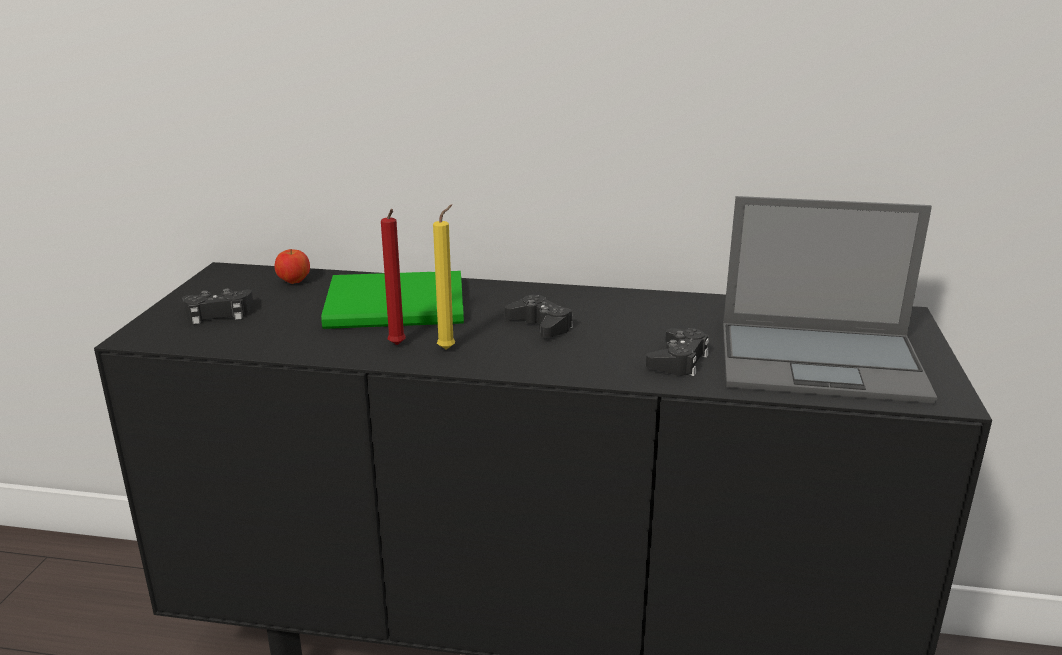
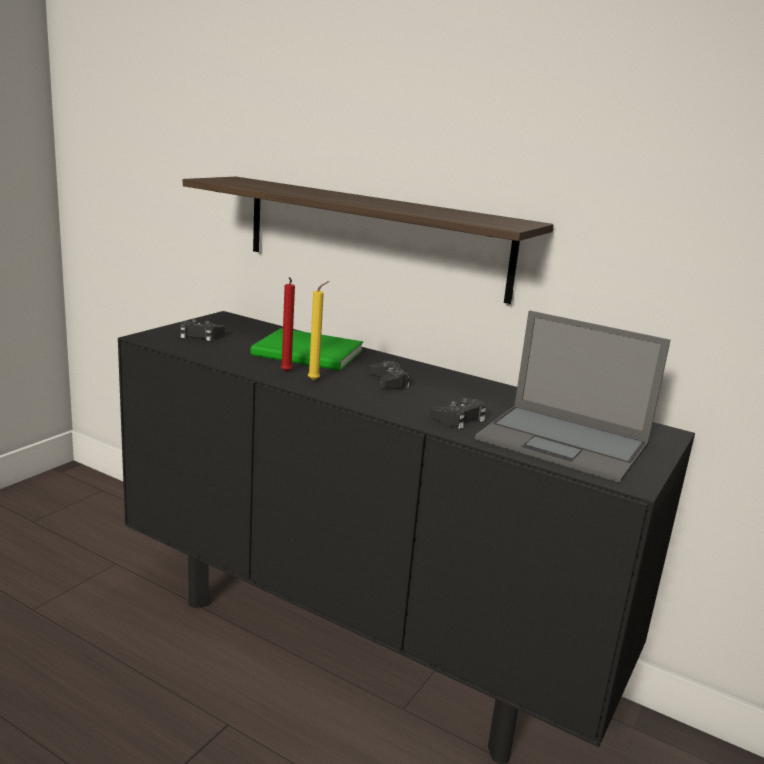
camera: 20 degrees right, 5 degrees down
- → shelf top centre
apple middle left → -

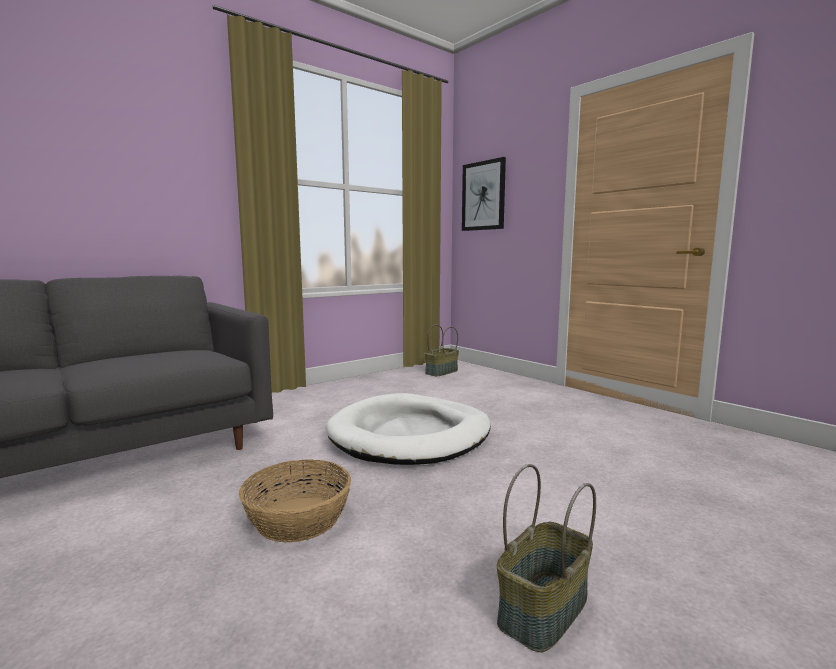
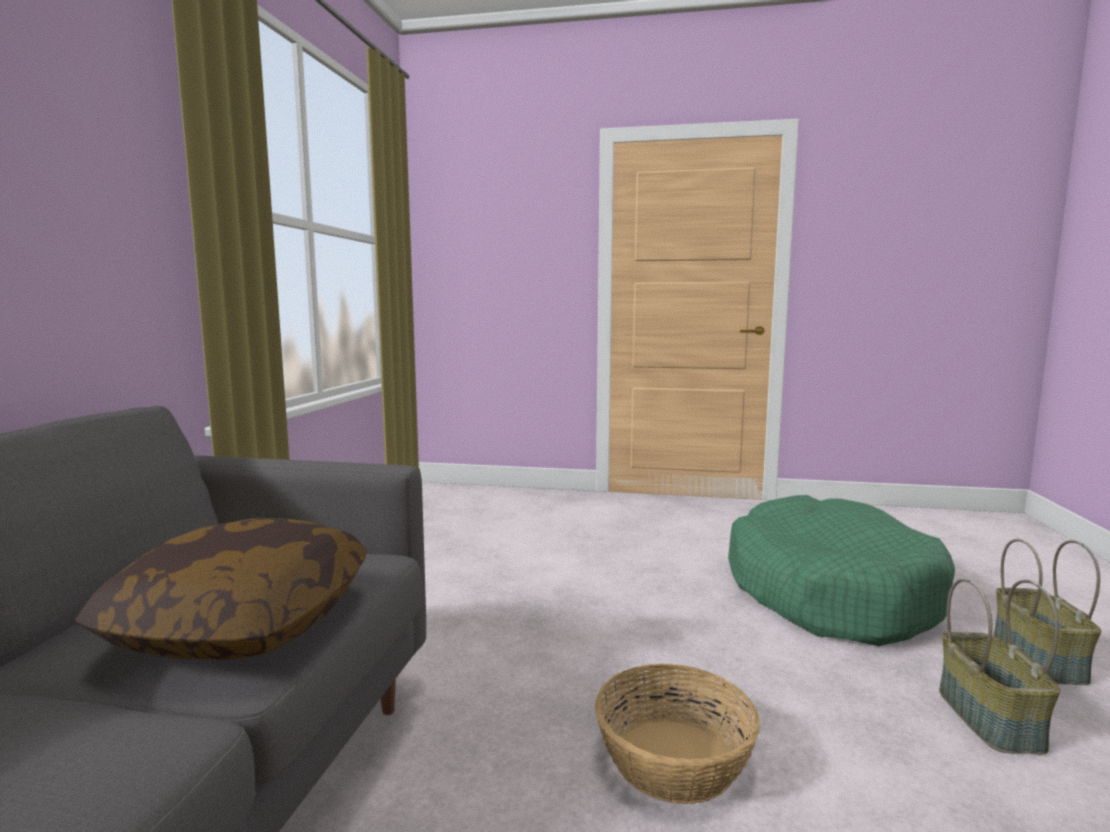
camera: 40 degrees left, 0 degrees up
- → pillow bottom left
- → dog bed in green bottom right
basket (no. 2 from left in the first image) centre → basket (no. 3 from left) bottom right, shifted
dog bed in white centre → -
picture top centre → -

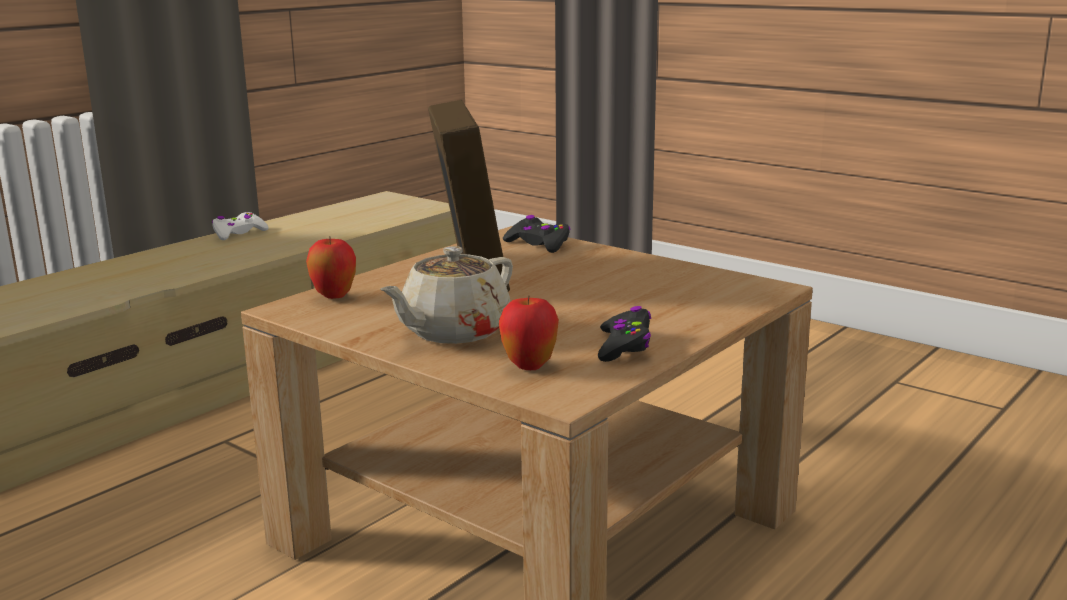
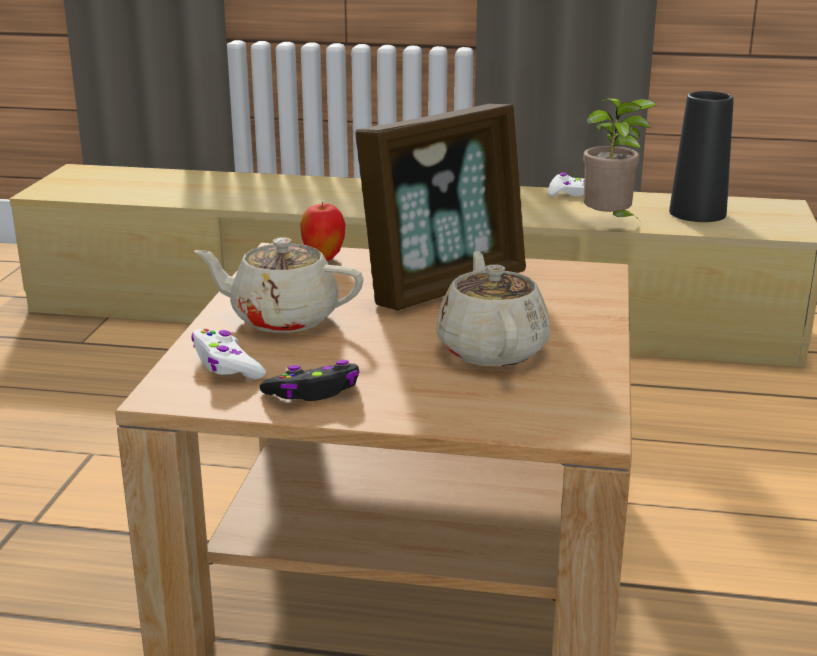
camera: 60 degrees right, 5 degrees up
apple (no. 2 from left) centre → game controller in white (no. 1 from left) middle left
- → teapot in beige (no. 2 from left) centre
- → potted plant top right
- → vase in black top right
game controller in black (no. 1 from left) centre → -

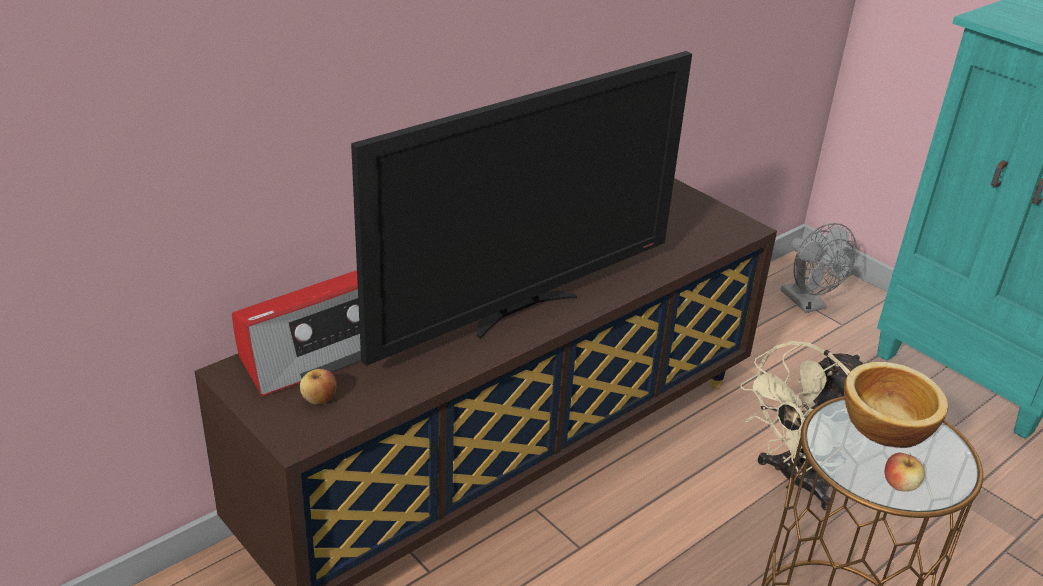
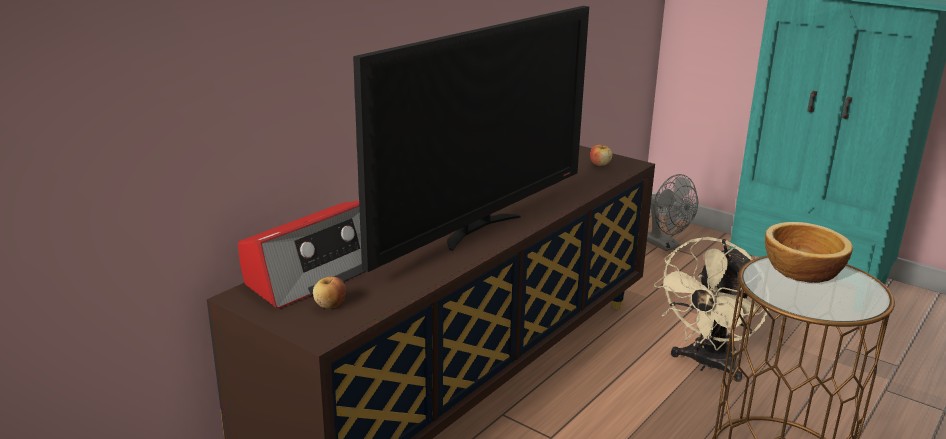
camera: 10 degrees left, 10 degrees down
apple (no. 2 from left) bottom right → apple (no. 2 from left) centre, shifted

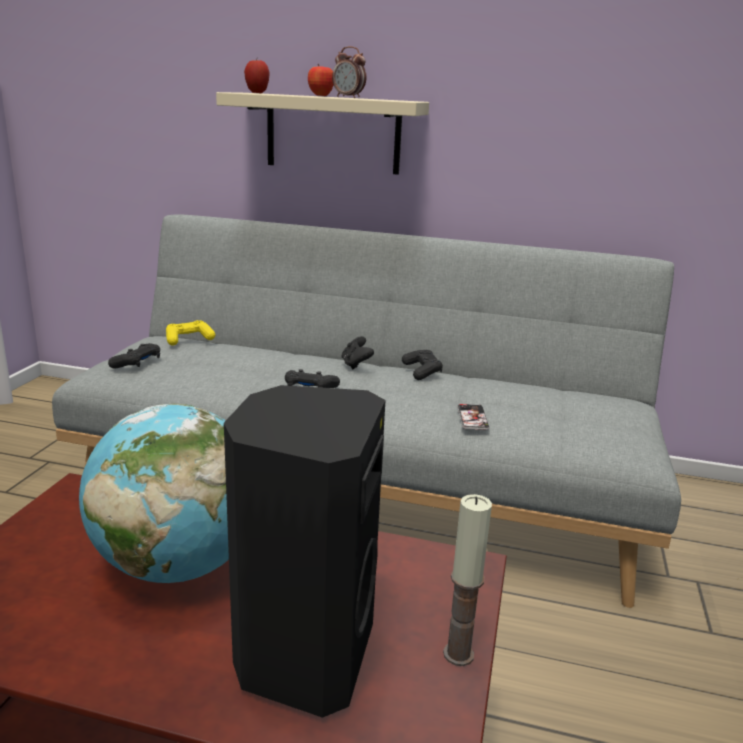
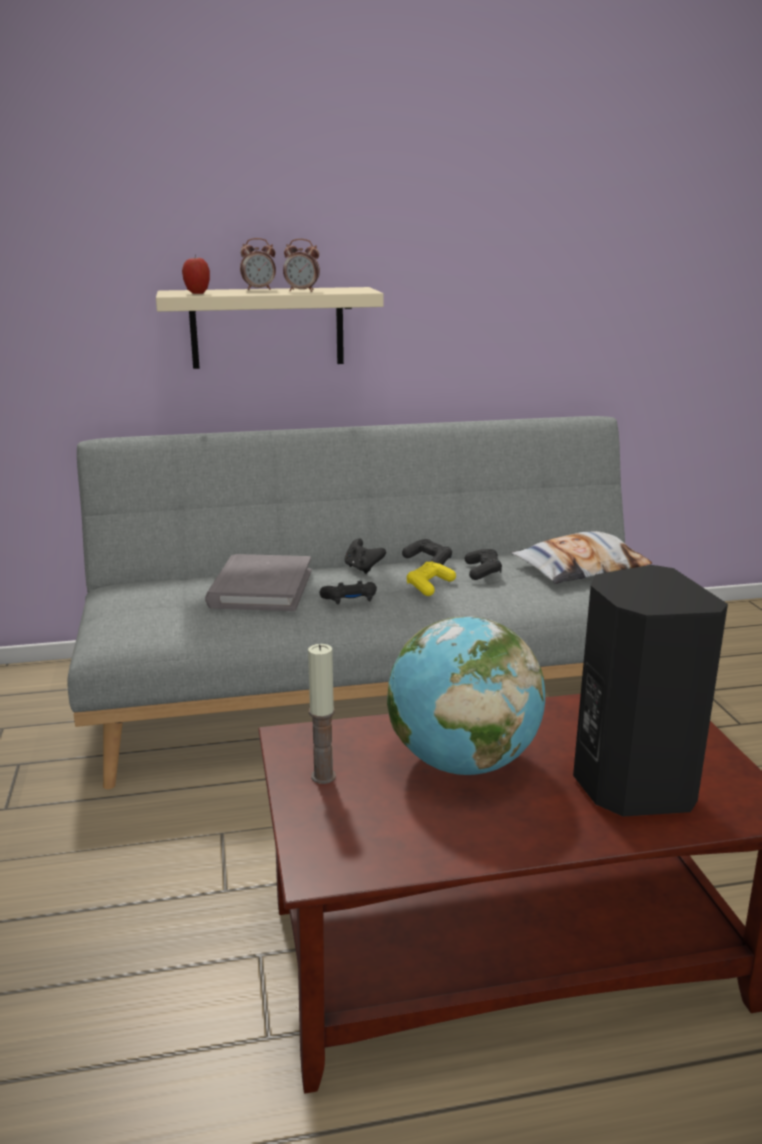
camera: 25 degrees left, 0 degrees up
- → book in grey centre
apple (no. 2 from left) top centre → alarm clock (no. 1 from left) top centre
candle bottom centre → candle centre, shifted
game controller in yellow middle left → game controller in yellow centre, shifted
game controller in black (no. 1 from left in the first image) middle left → game controller in black (no. 4 from left) centre, shifted
- → pillow middle right
phone centre → -

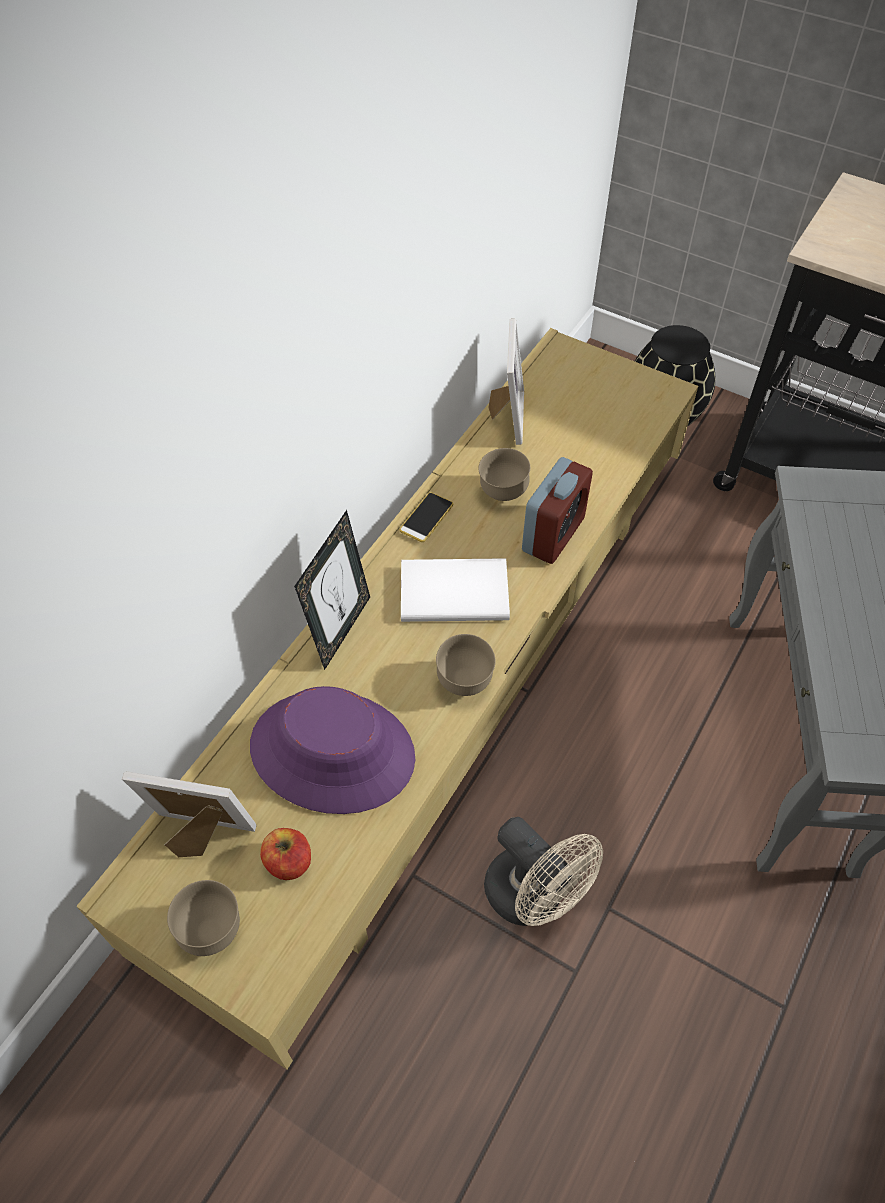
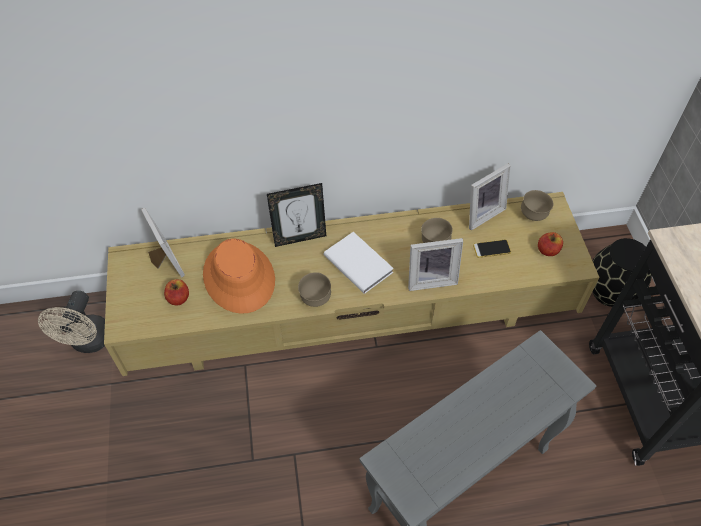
camera: 50 degrees right, 0 degrees up
fan in beige bottom centre → fan in beige middle left, shifted
hat in purple centre → hat in orange centre
alarm clock centre → picture frame (no. 3 from left) centre
phone centre → phone middle right, shifted
bowl in brown (no. 1 from left in the first image) bottom left → bowl in brown (no. 3 from left) middle right, shifted
- → apple (no. 2 from left) middle right

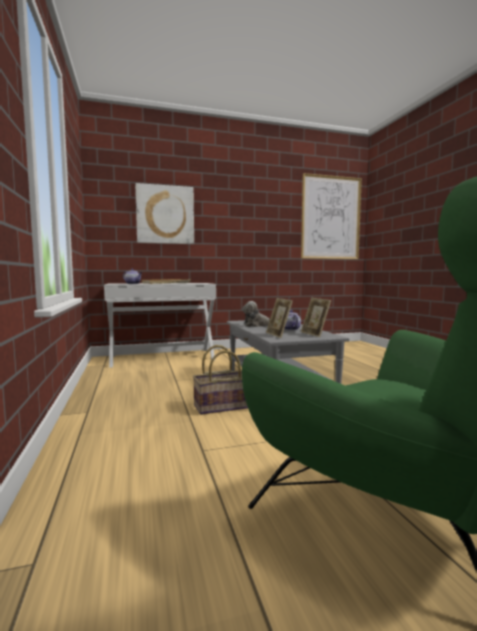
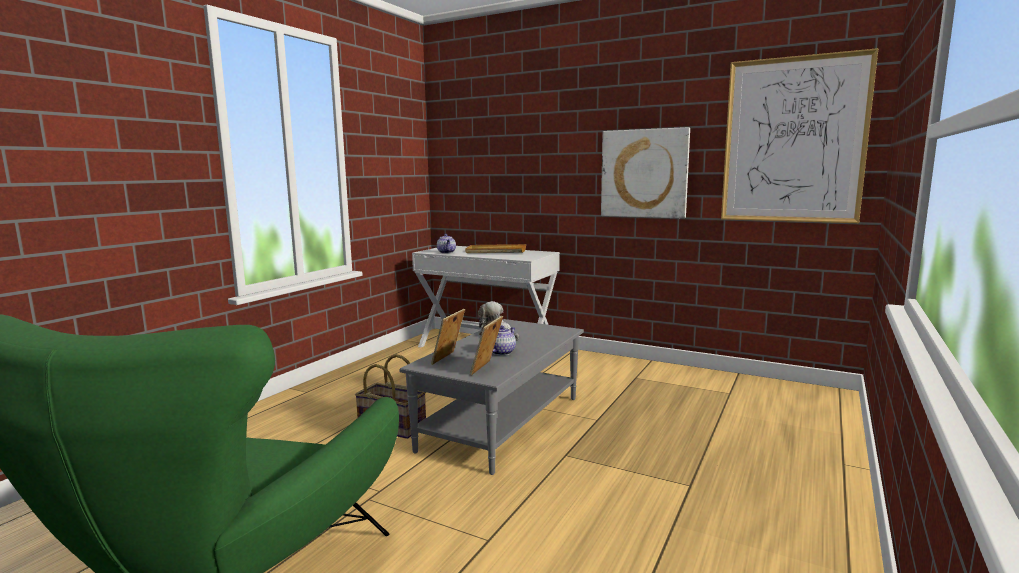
camera: 45 degrees right, 5 degrees up
picture (no. 1 from left) centre → picture (no. 1 from left) top centre, shifted

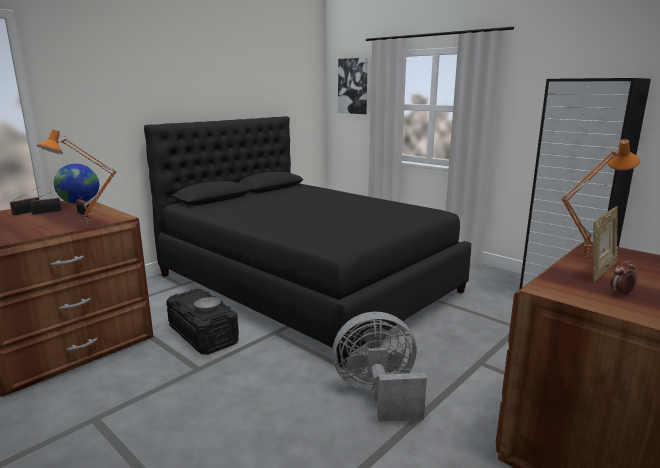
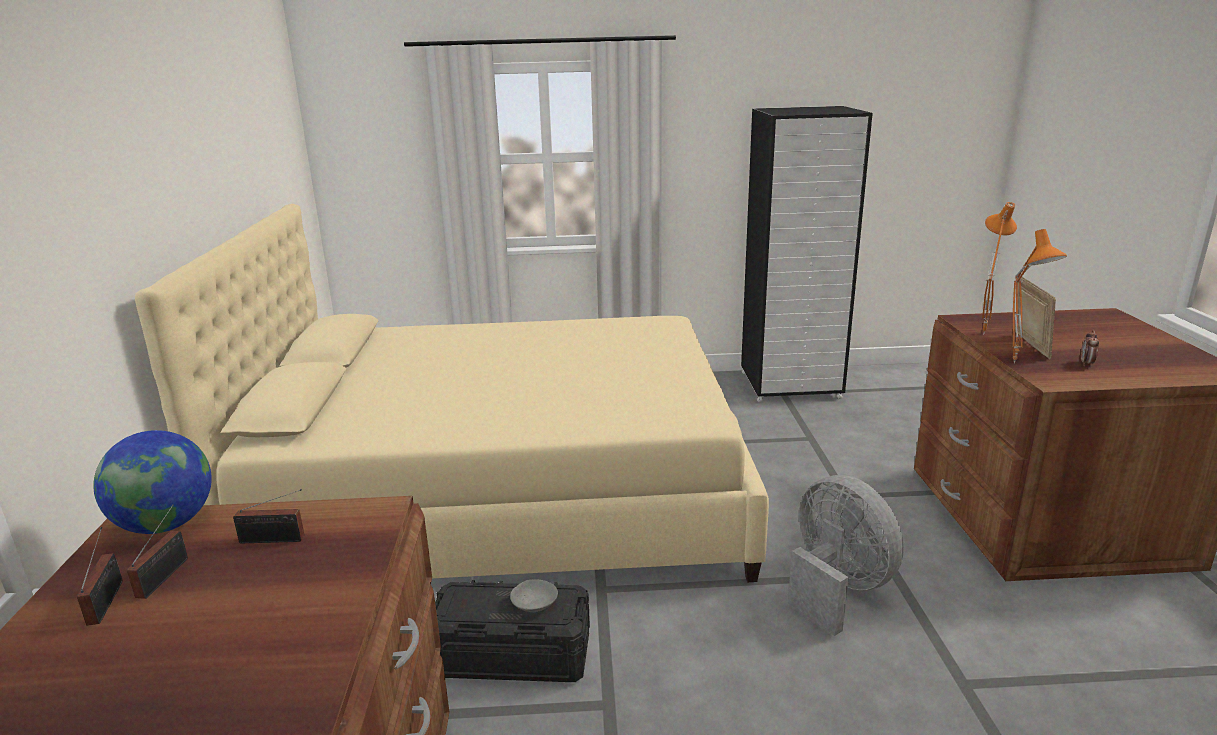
camera: 45 degrees left, 5 degrees up
bed in black centre → bed in beige centre
fan in grey bottom centre → fan in grey bottom right, 105 degrees clockwise
table lamp in orange (no. 1 from left in the first image) middle left → table lamp in orange (no. 2 from left) middle right, shifted
picture top centre → -

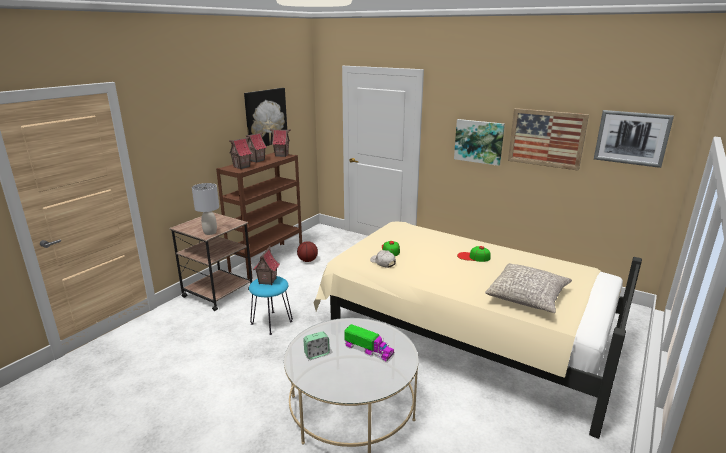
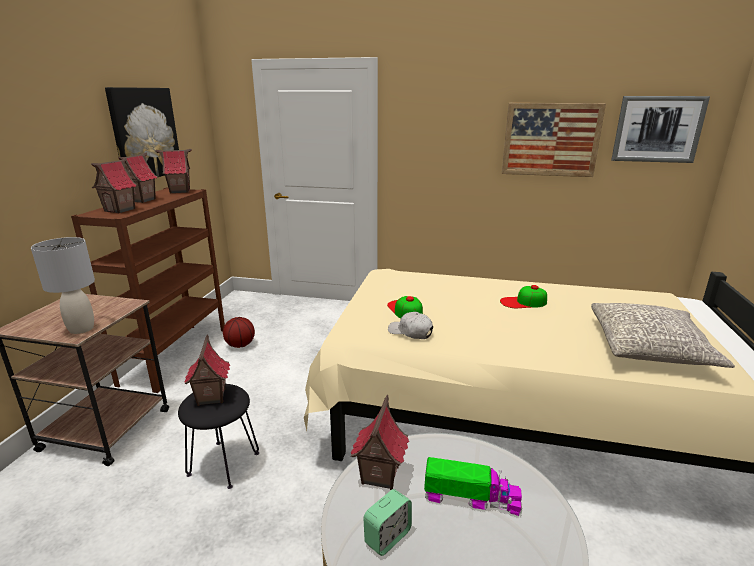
camera: 20 degrees left, 0 degrees up
stool in turquoise bottom centre → stool in black bottom left
- → toy house (no. 5 from left) bottom centre
picture (no. 2 from left) top centre → -

